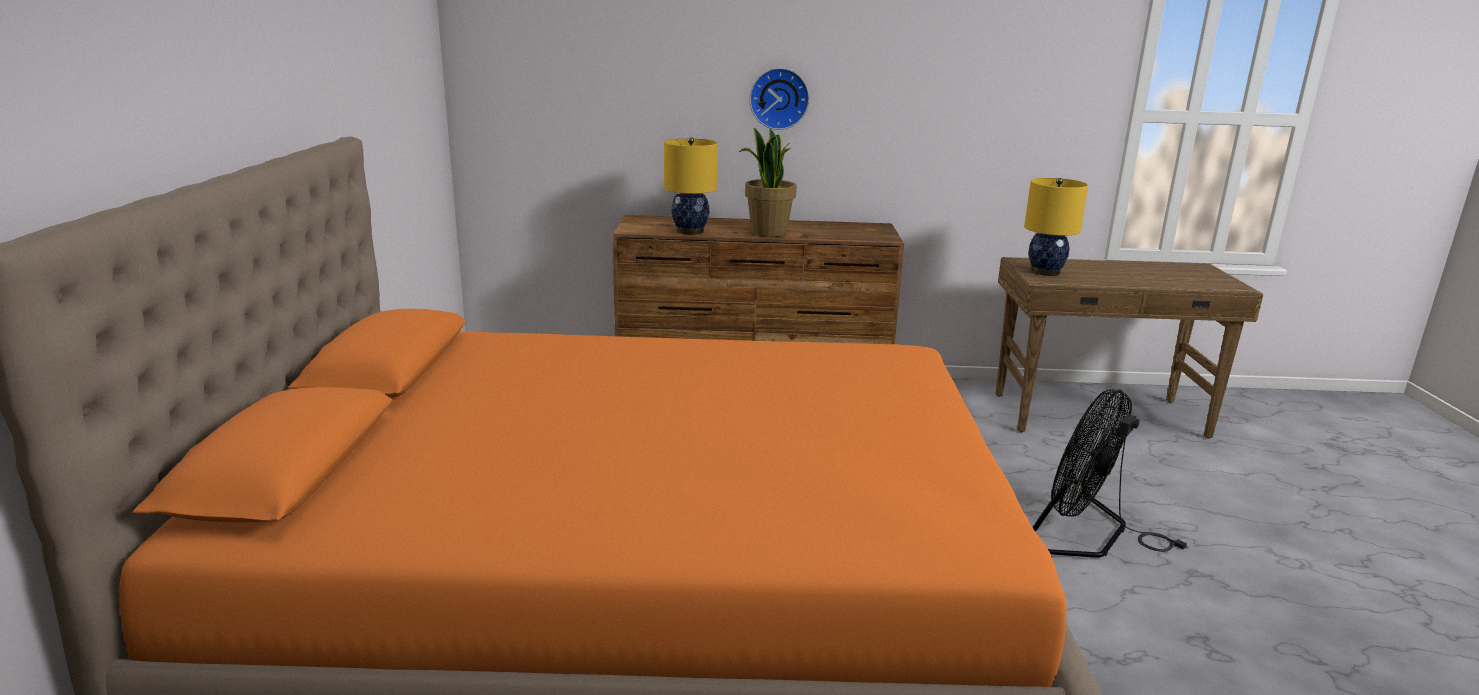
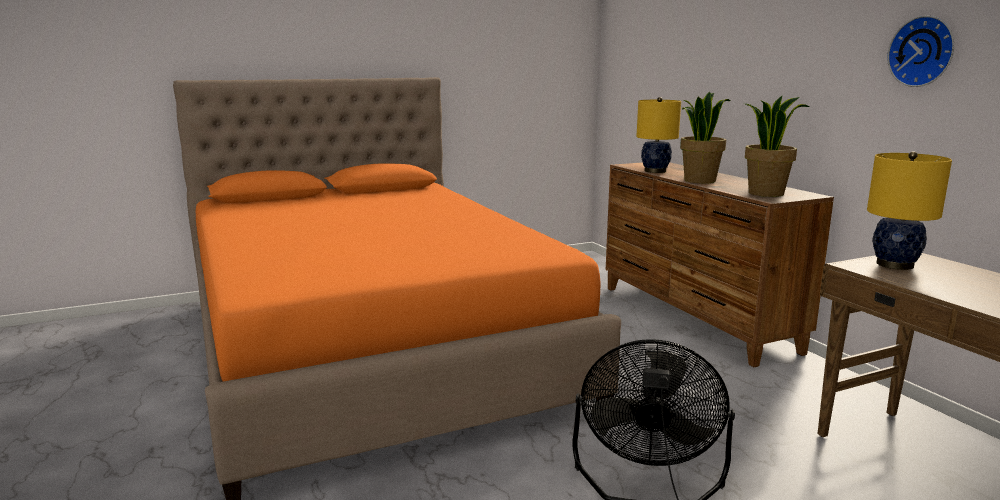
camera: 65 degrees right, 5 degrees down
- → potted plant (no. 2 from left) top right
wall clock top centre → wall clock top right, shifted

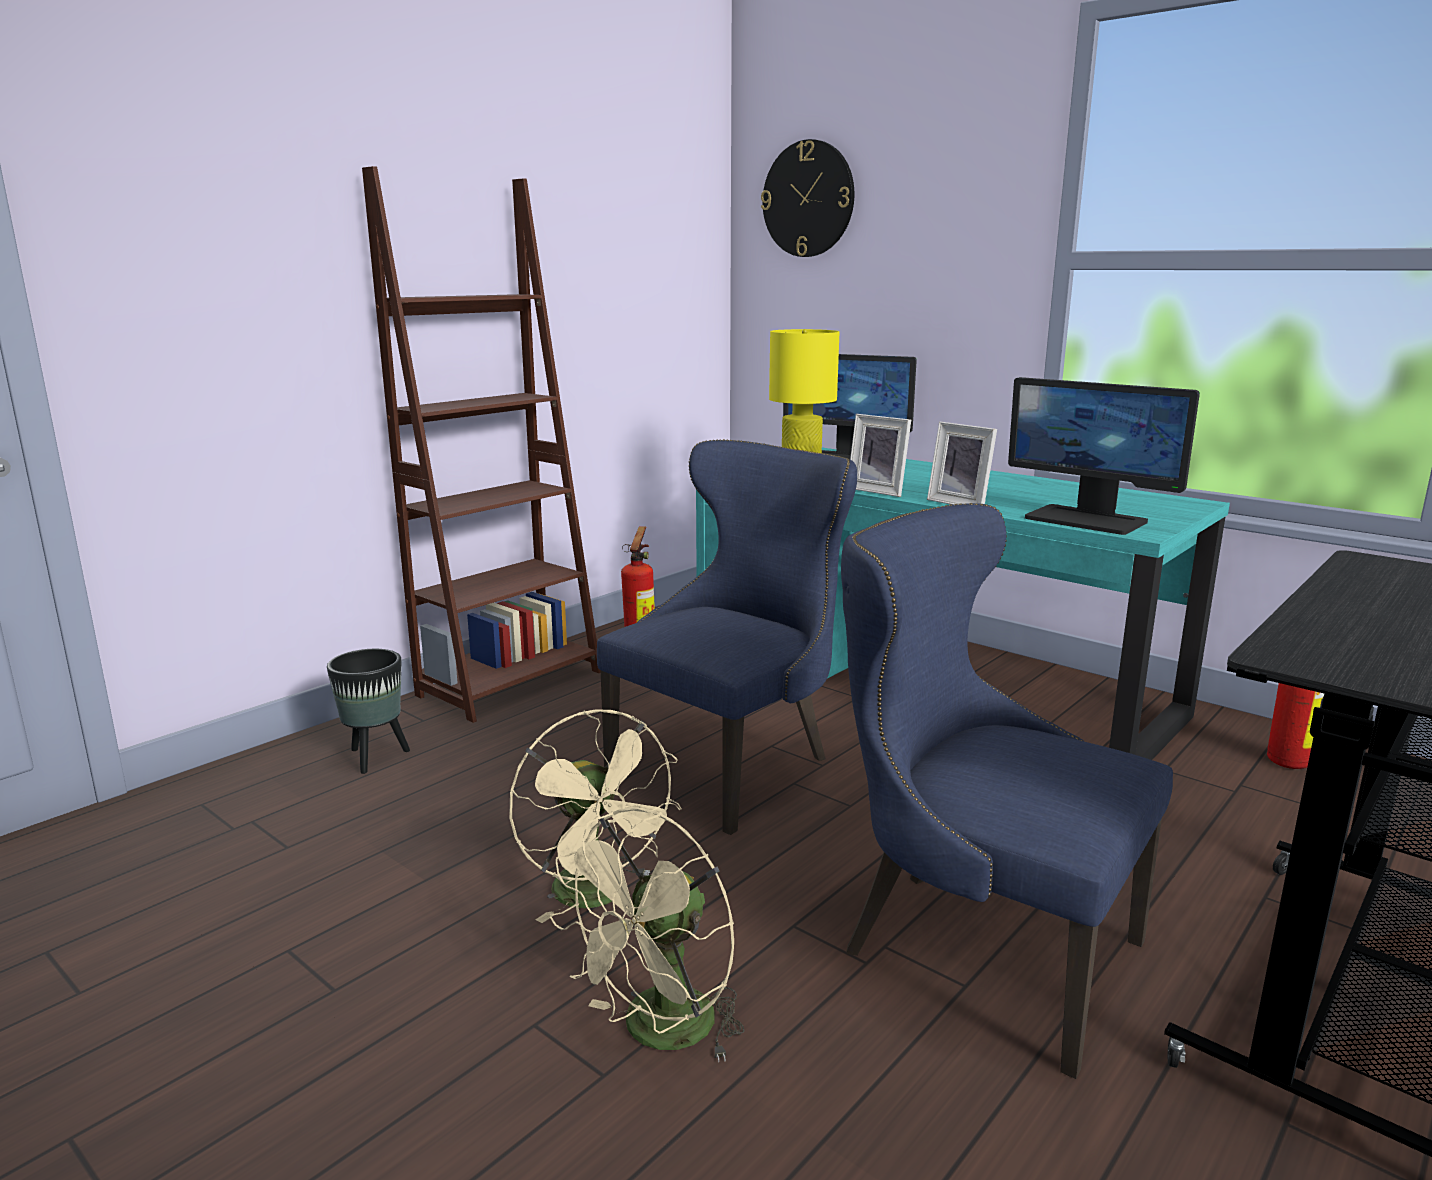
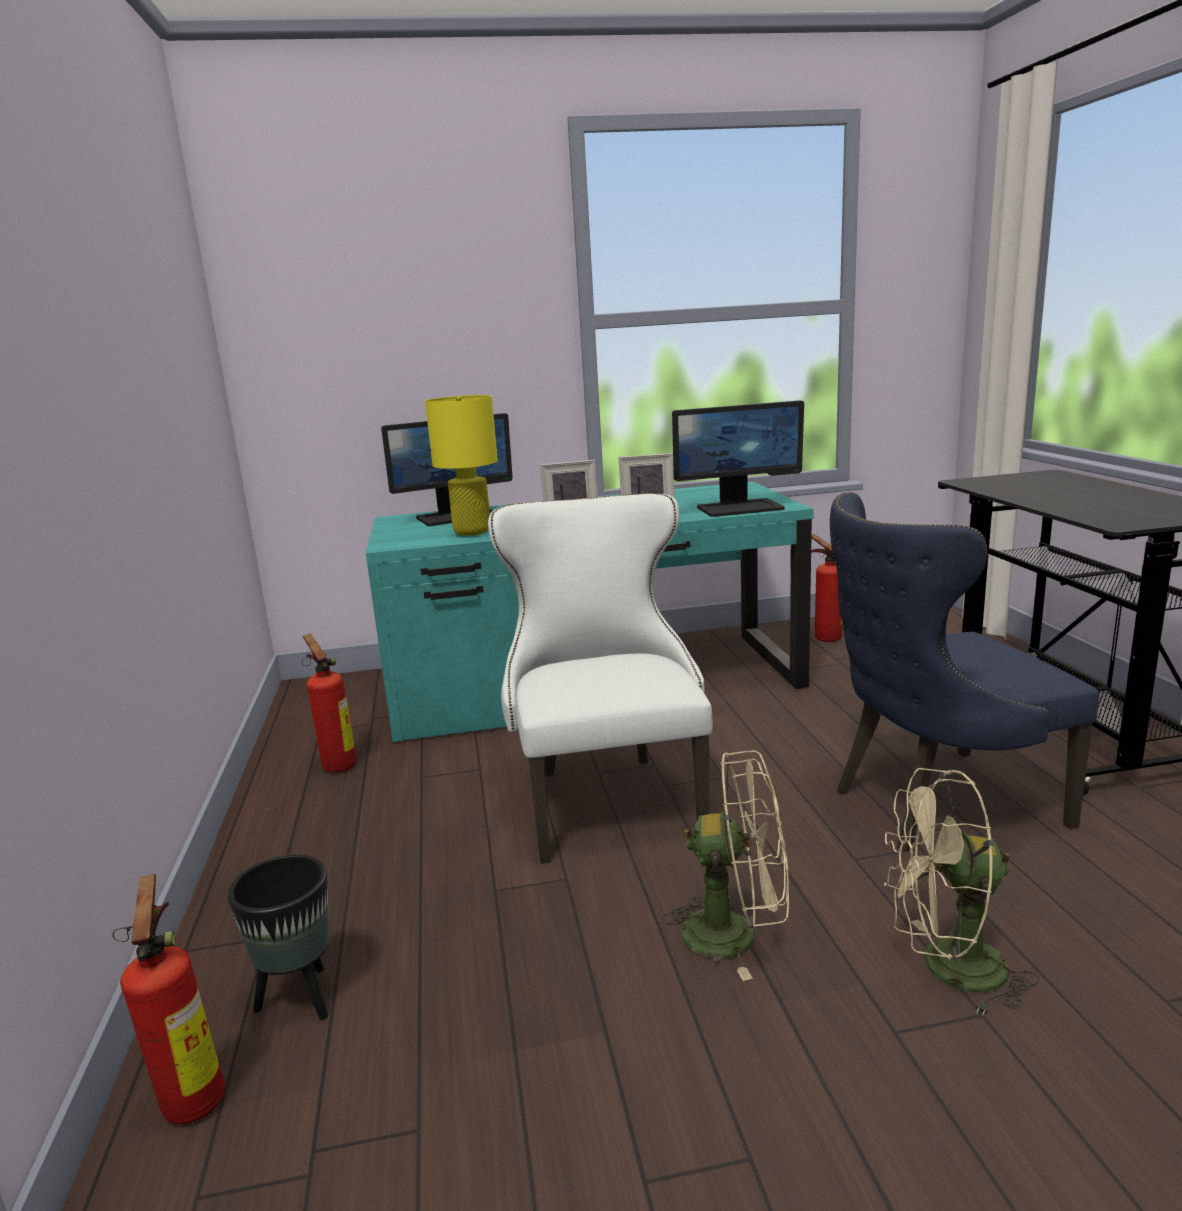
camera: 50 degrees left, 0 degrees up
- → fire extinguisher (no. 1 from left) bottom left
chair in blue (no. 1 from left) centre → chair in white centre
fan in beige (no. 2 from left) bottom centre → fan in beige (no. 2 from left) bottom right, 105 degrees clockwise
bookcase in brown centre → -
wall clock top centre → -

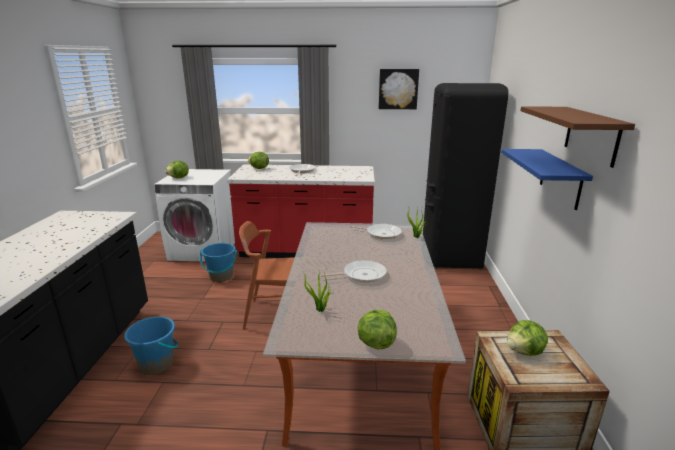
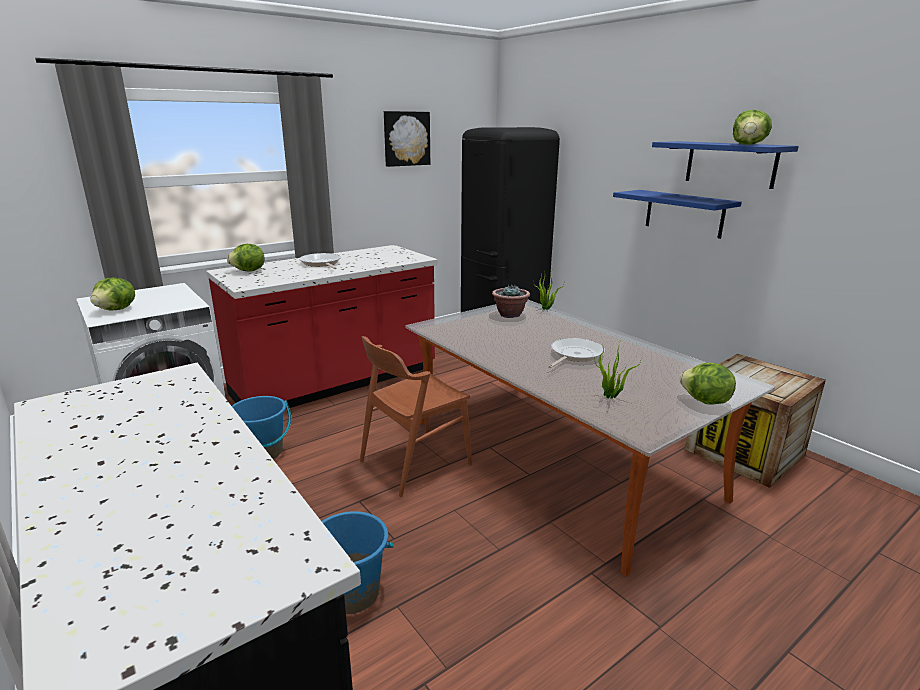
camera: 40 degrees left, 0 degrees up
frying pan (no. 3 from left) centre → potted plant (no. 1 from left) centre
shelf in brown top right → shelf in blue (no. 2 from left) top right
lettuce (no. 4 from left) bottom right → lettuce (no. 4 from left) top right, shifted

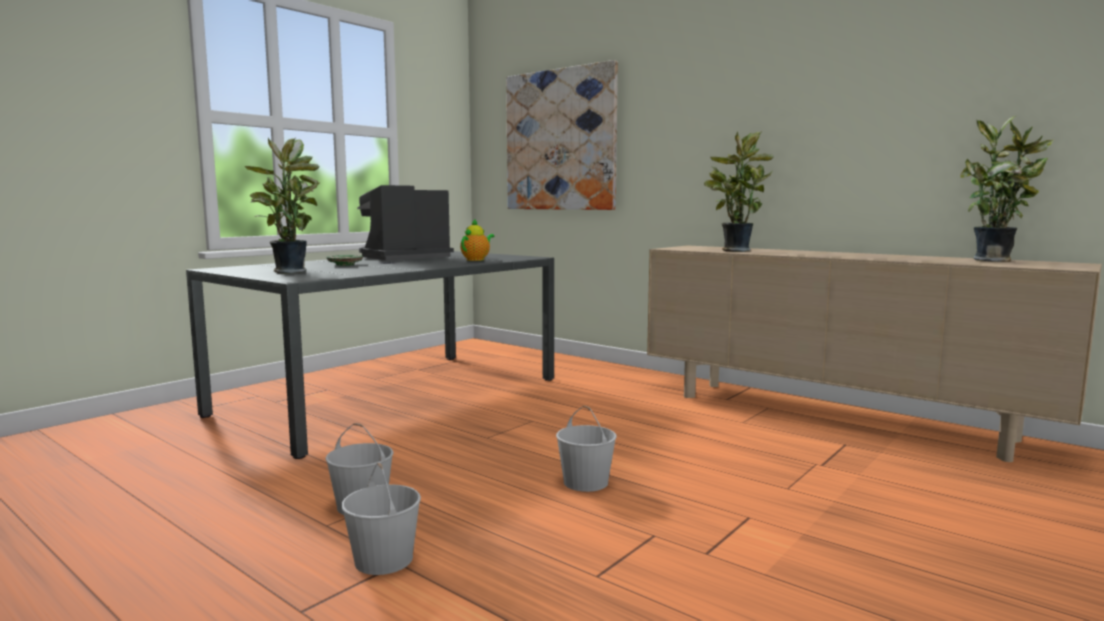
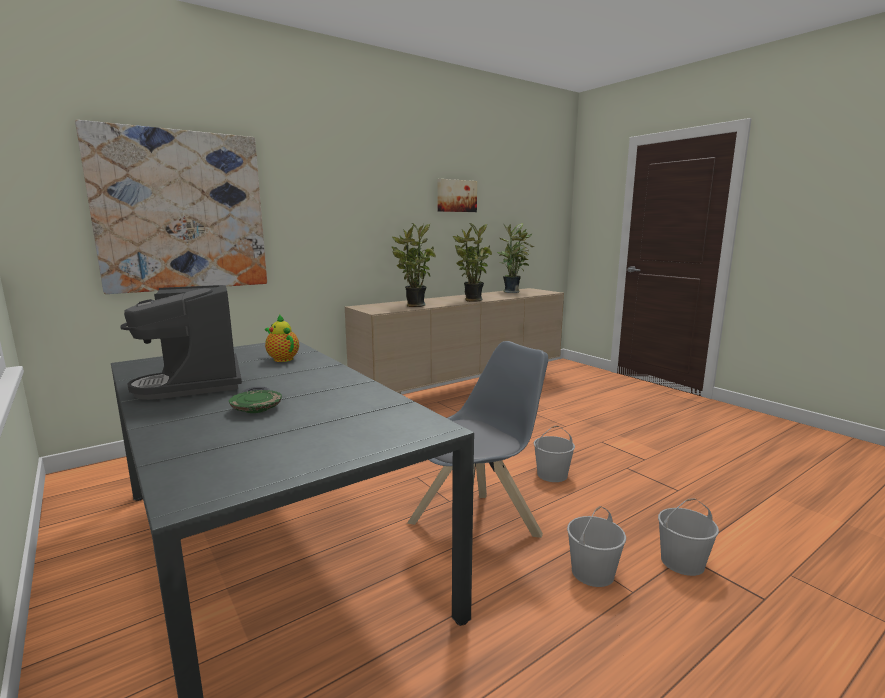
camera: 75 degrees left, 5 degrees up
- → chair in grey centre
- → picture (no. 2 from left) top centre
potted plant (no. 1 from left in the first image) top left → potted plant (no. 2 from left) centre, shifted

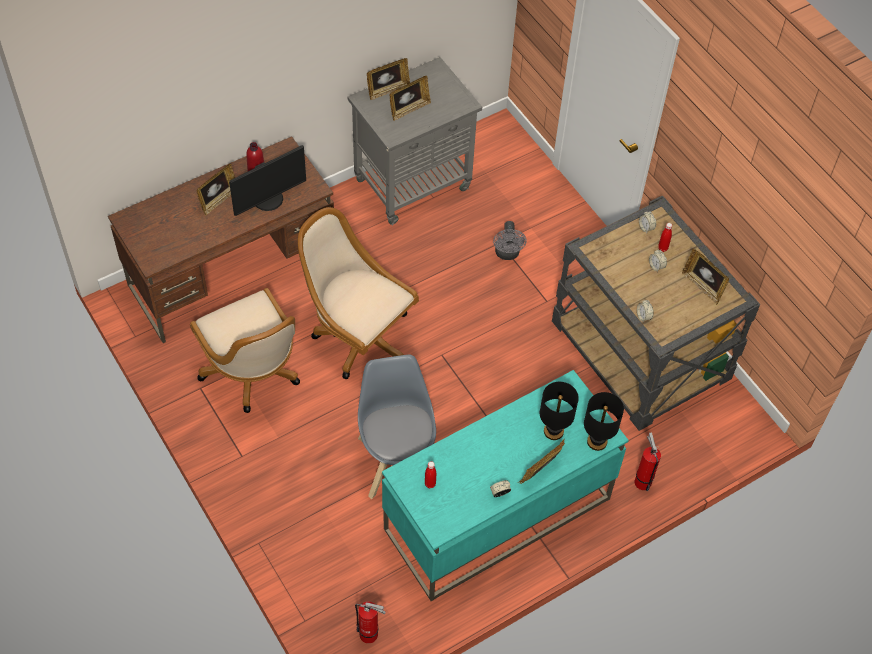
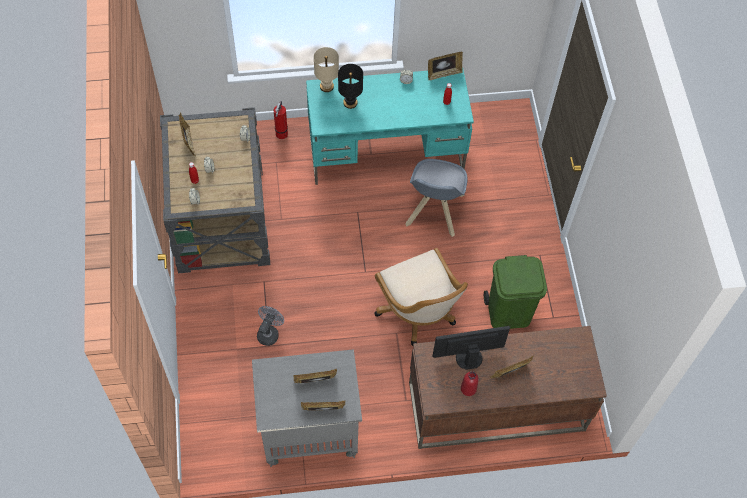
camera: 155 degrees left, 5 degrees up
table lamp in black (no. 2 from left) middle right → table lamp in beige top centre
picture frame (no. 4 from left) bottom centre → picture frame (no. 4 from left) top centre, shifted
office chair (no. 1 from left) middle left → trash can in green middle right
fire extinguisher (no. 1 from left) bottom centre → -

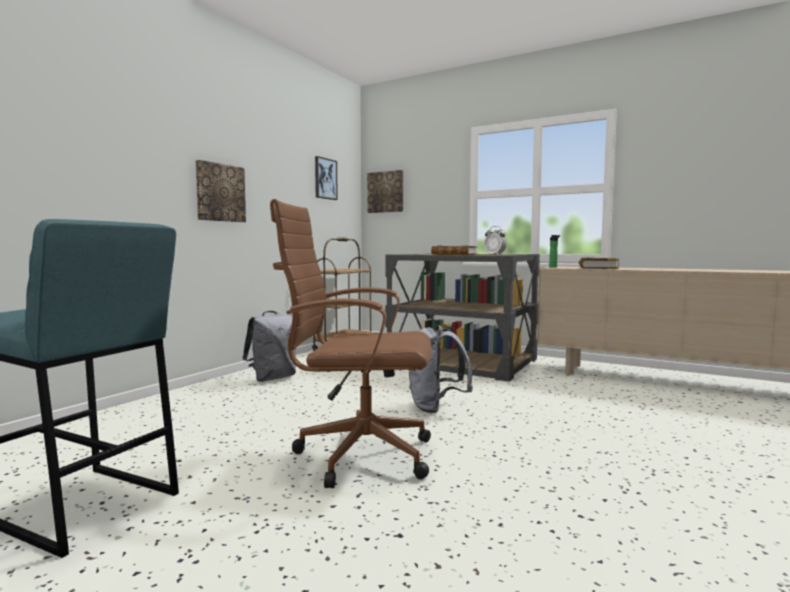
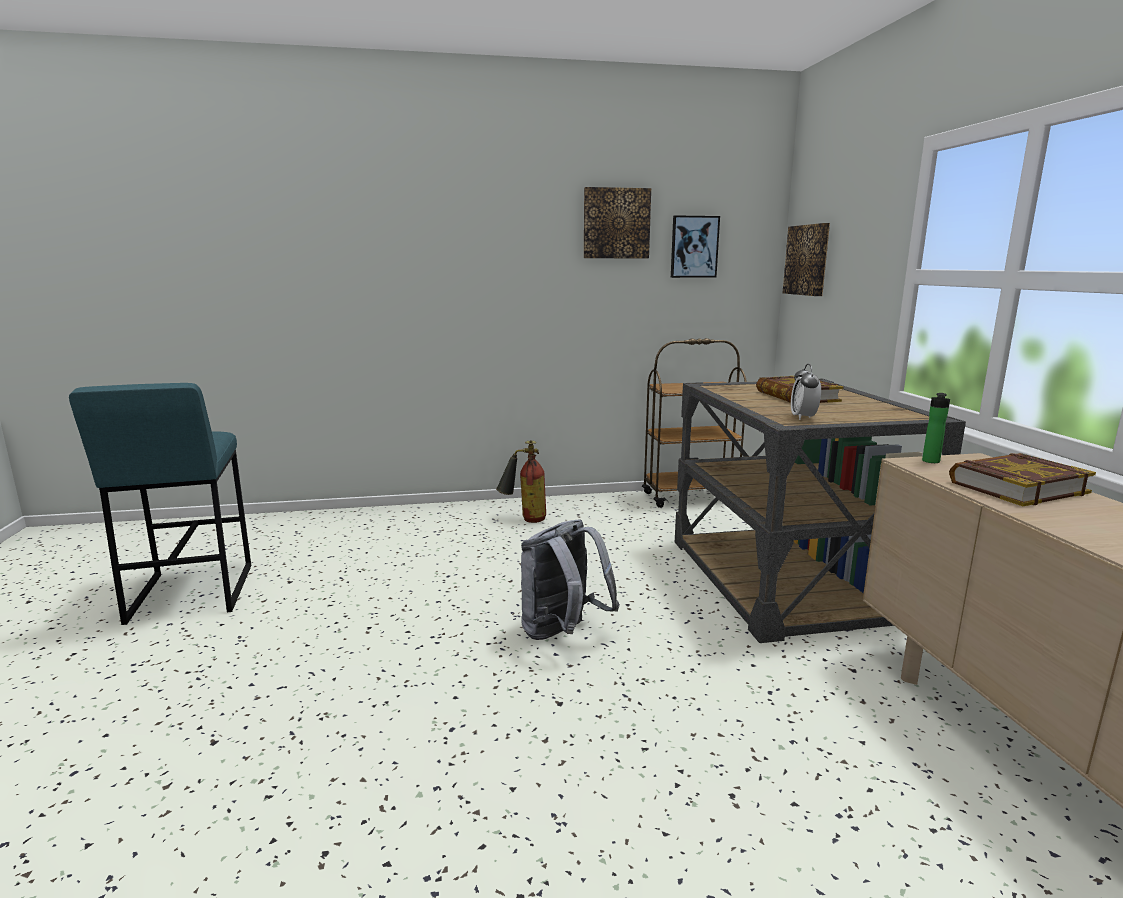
camera: 50 degrees right, 10 degrees up
backpack in grey (no. 1 from left) centre → fire extinguisher centre
picture (no. 1 from left) top left → picture (no. 1 from left) top centre, shifted
office chair in brown centre → -

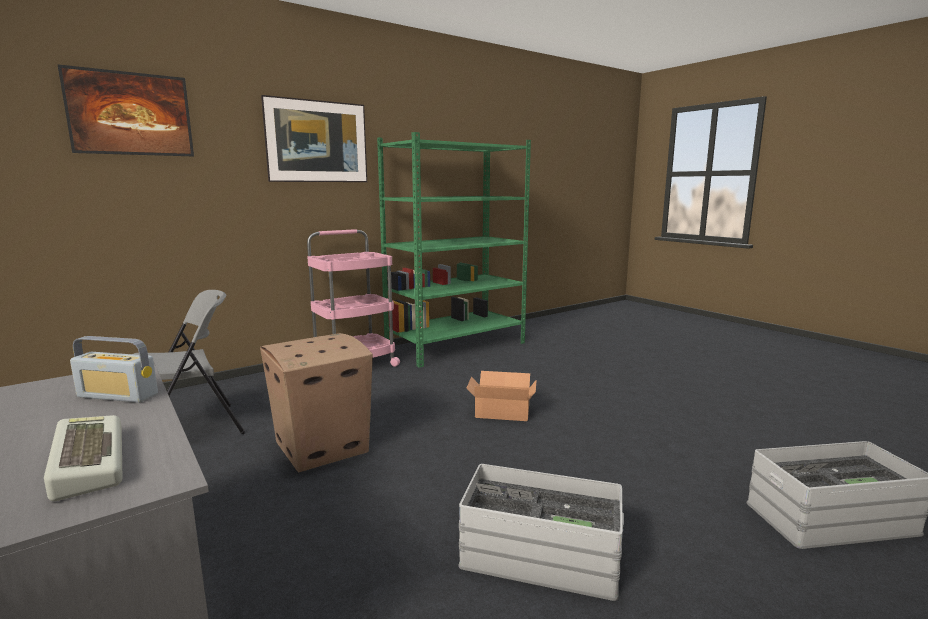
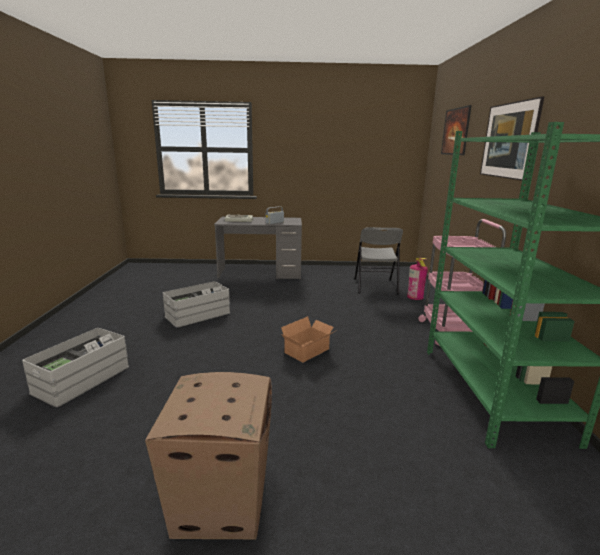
camera: 125 degrees right, 5 degrees up
cardboard box (no. 1 from left) centre → cardboard box (no. 1 from left) bottom centre, shifted
- → fire extinguisher middle right

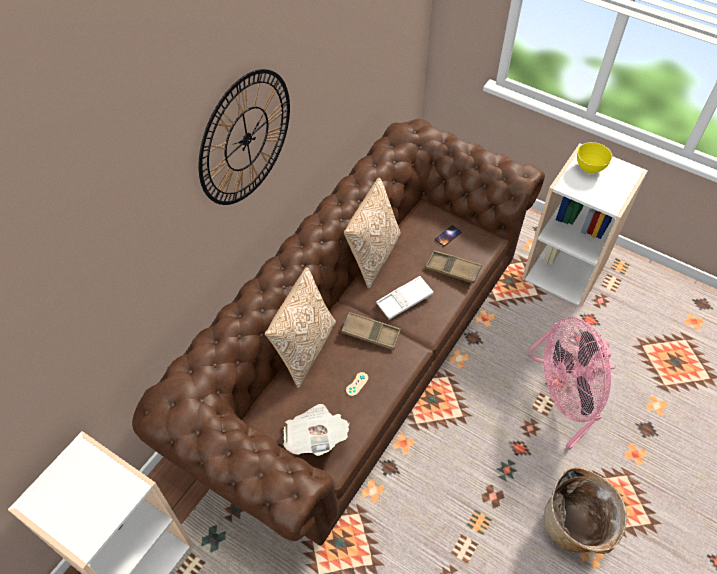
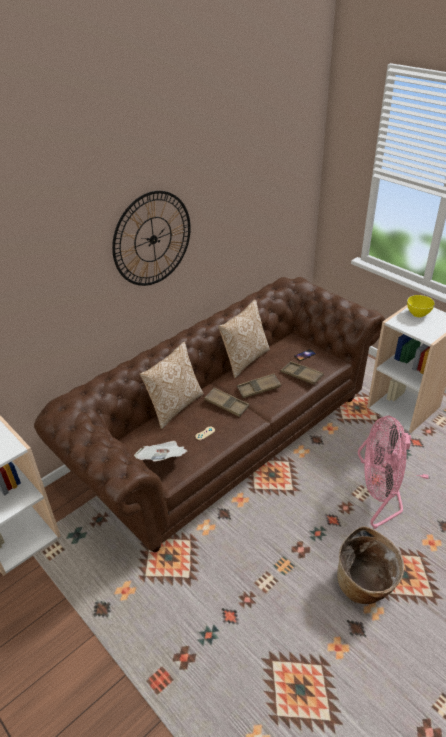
camera: 15 degrees right, 15 degrees down
tray in white centre → tray in brown (no. 2 from left) centre

